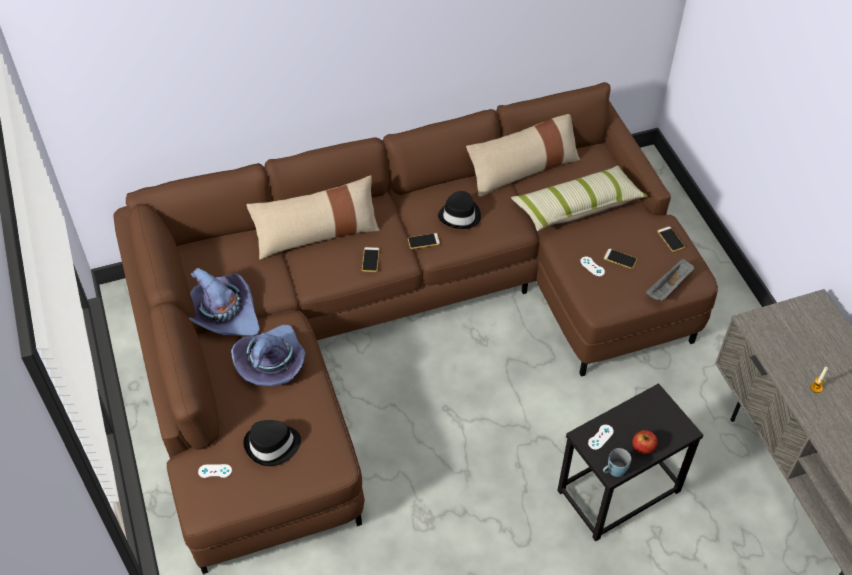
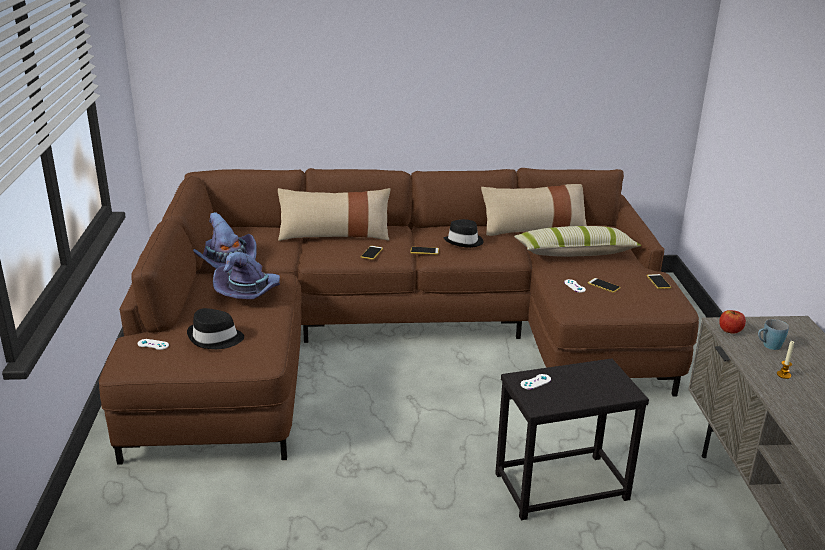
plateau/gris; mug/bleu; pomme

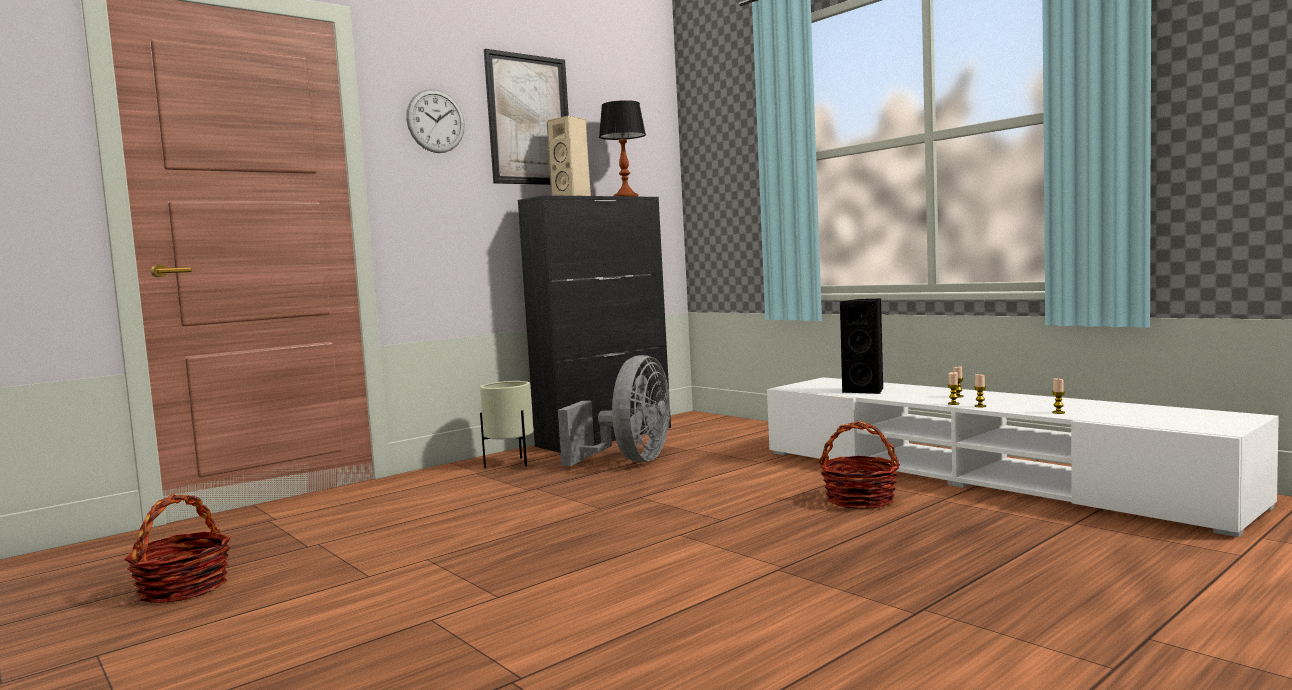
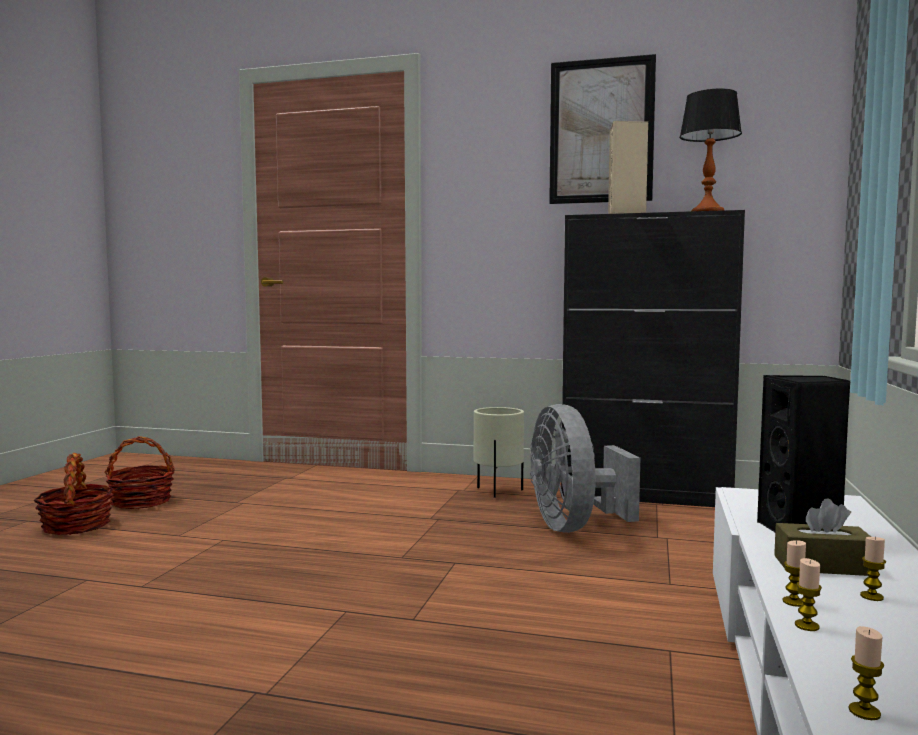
horloge murale; boîte à mouchoirs/marron; panier (no. 1 from left); ventilateur/gris

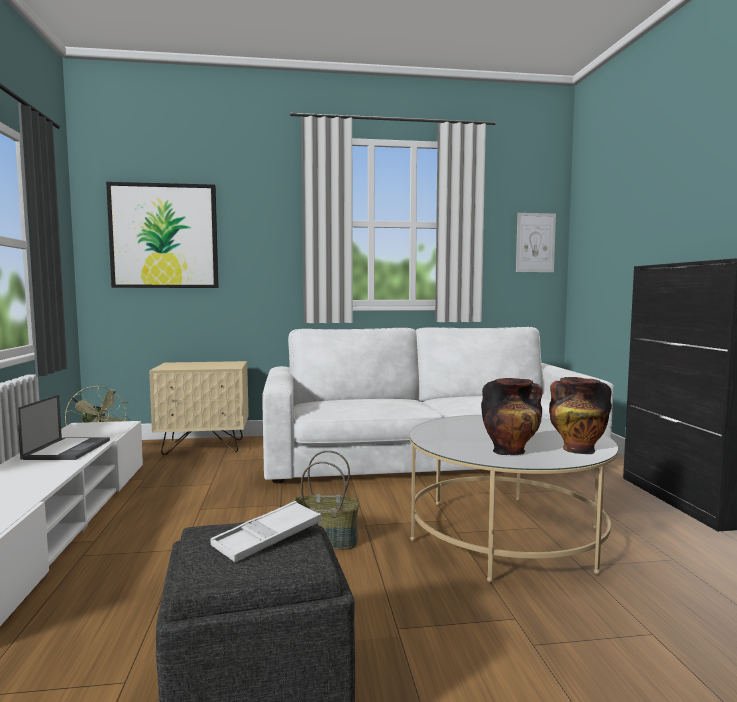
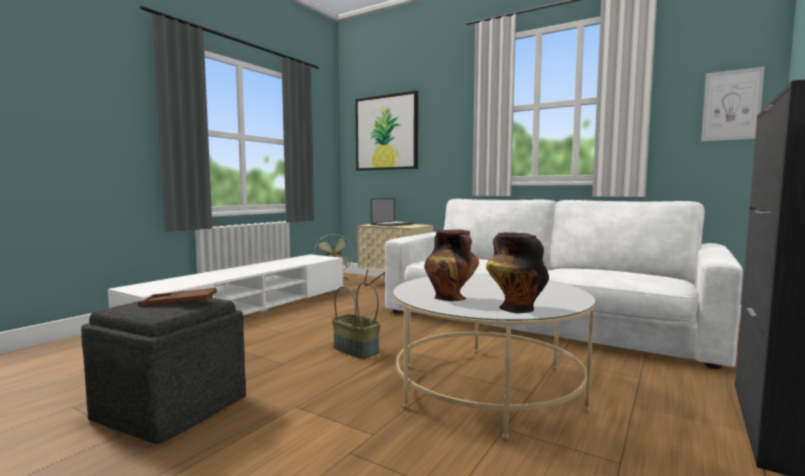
ordinateur portable; plateau/marron

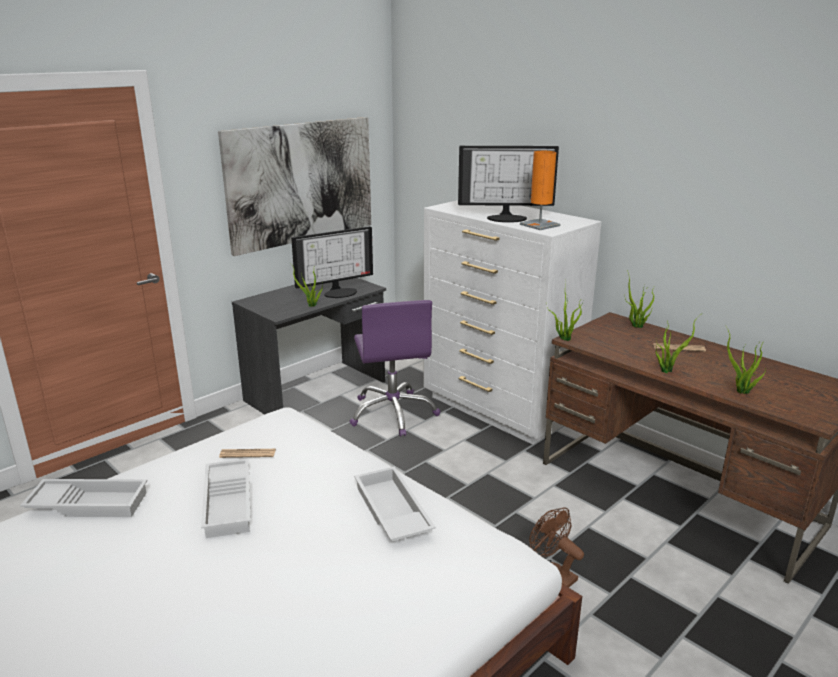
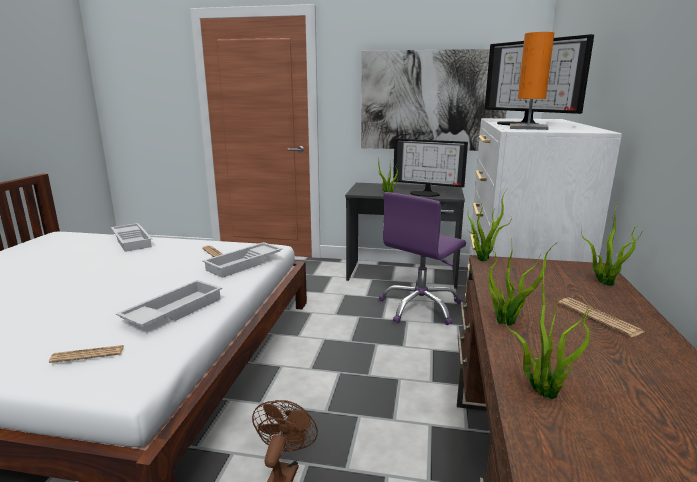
journal (no. 1 from left); plateau/blanc (no. 3 from left)

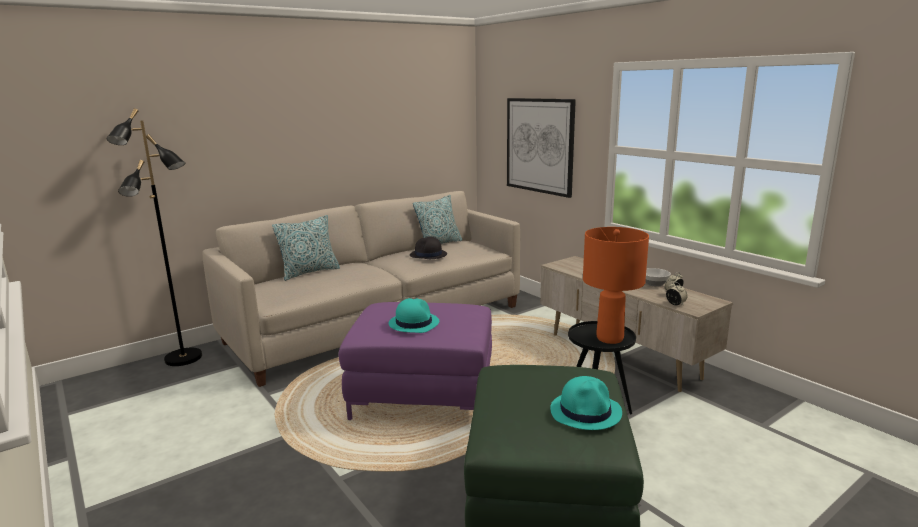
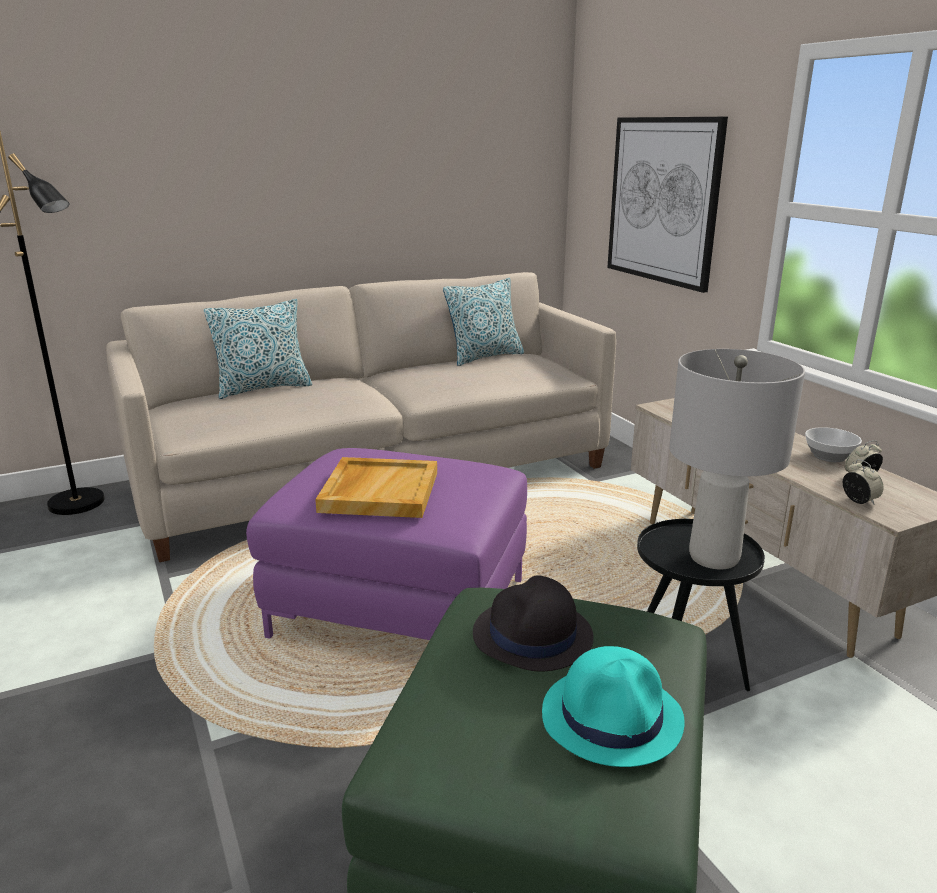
chapeau/noir; plateau/beige; lampe de table/gris

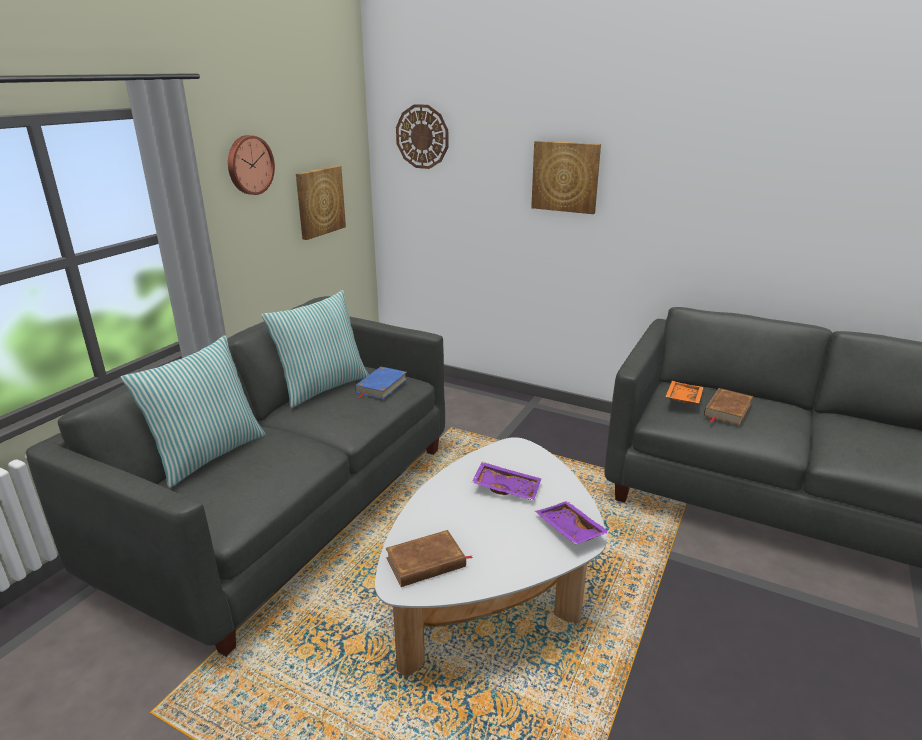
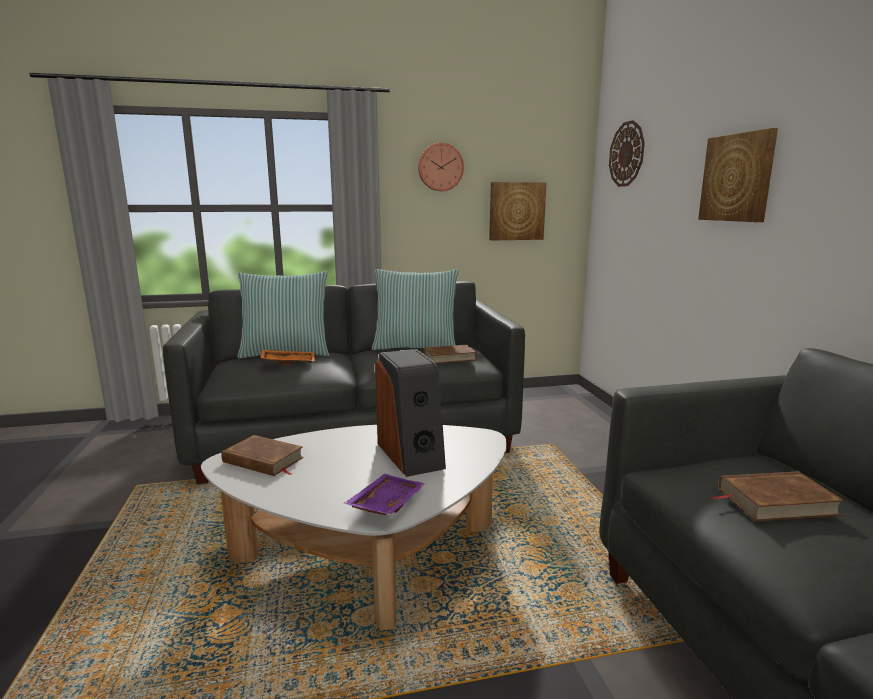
plateau/orange; enceinte; livre/marron (no. 2 from left)

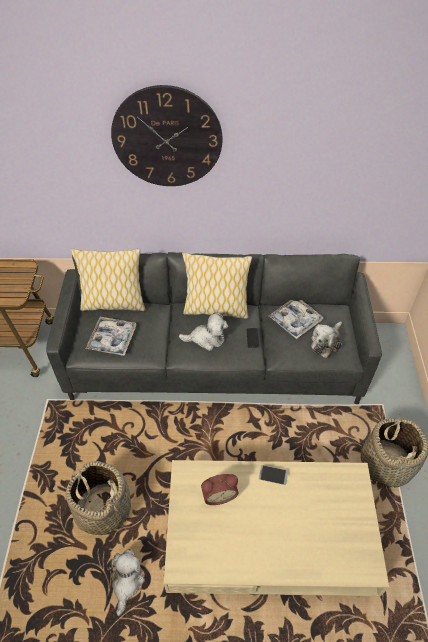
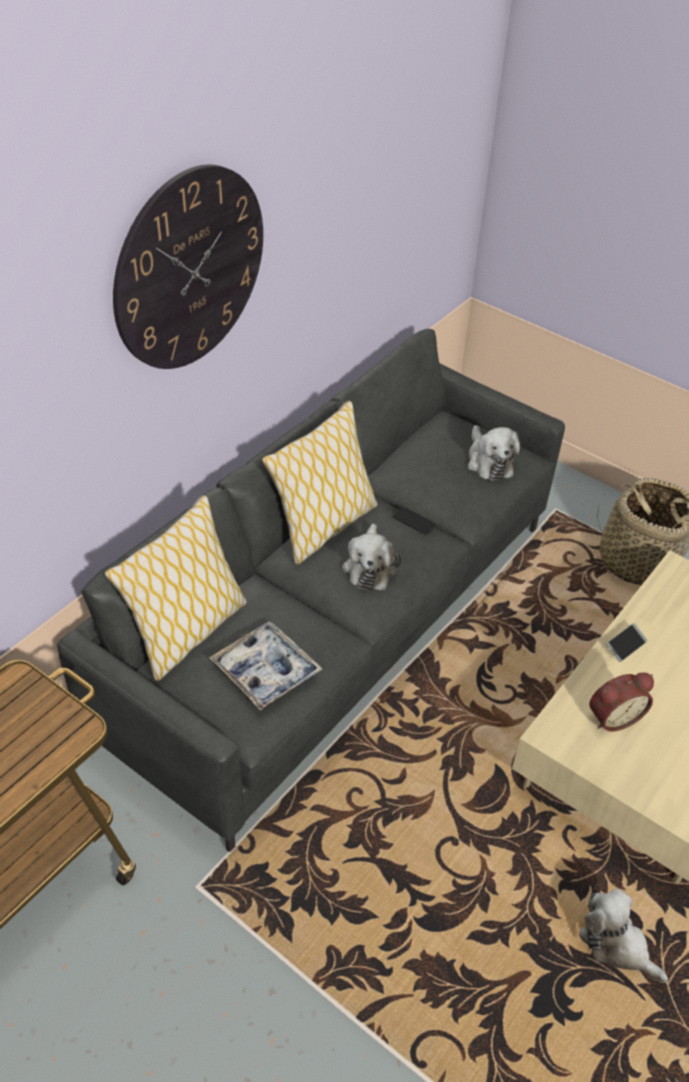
panier (no. 1 from left in the first image); plateau (no. 2 from left in the first image); peluche (no. 1 from left); réveil

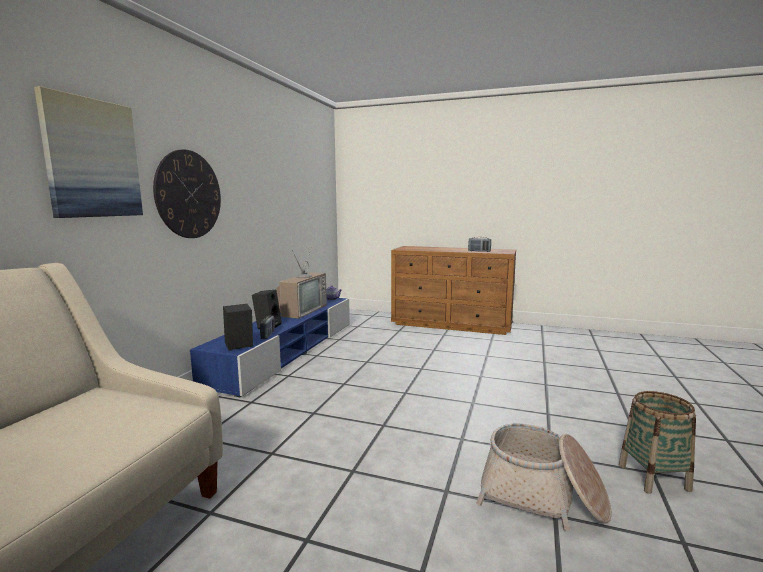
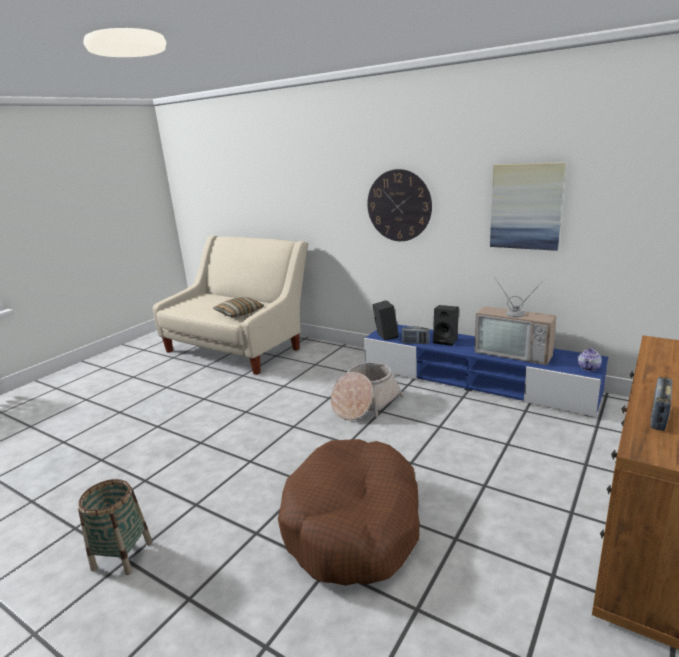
coussin; panier pour chien/marron; tableau; panier (no. 2 from left)

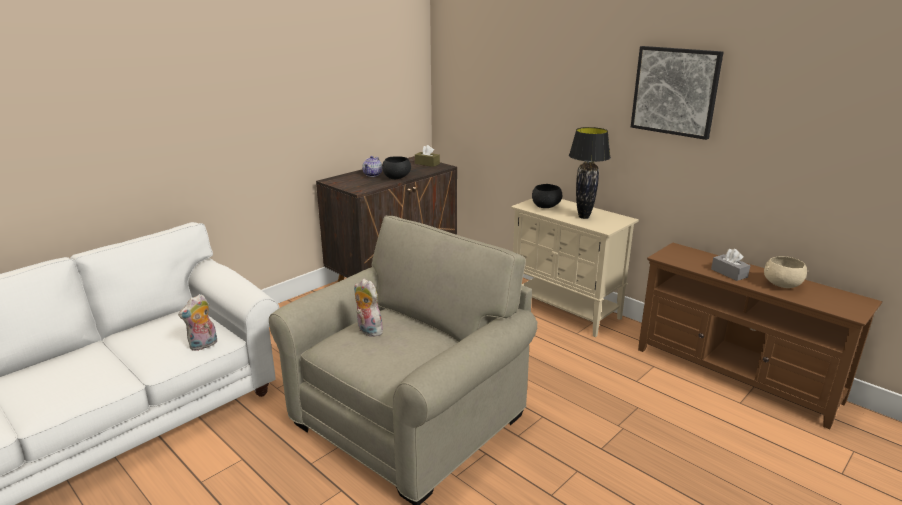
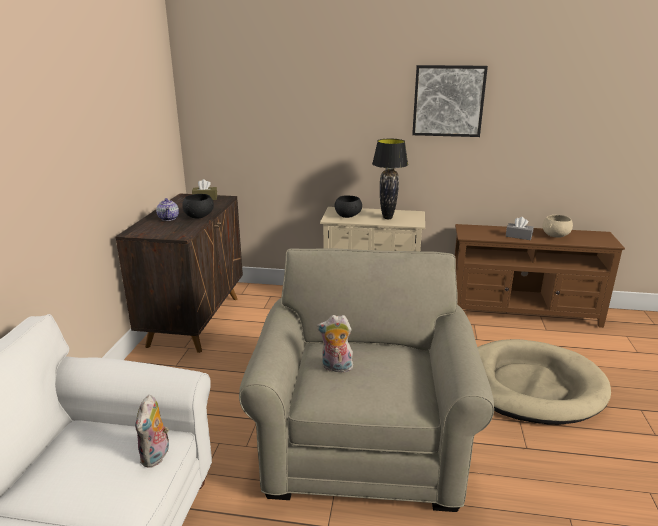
panier pour chien/beige

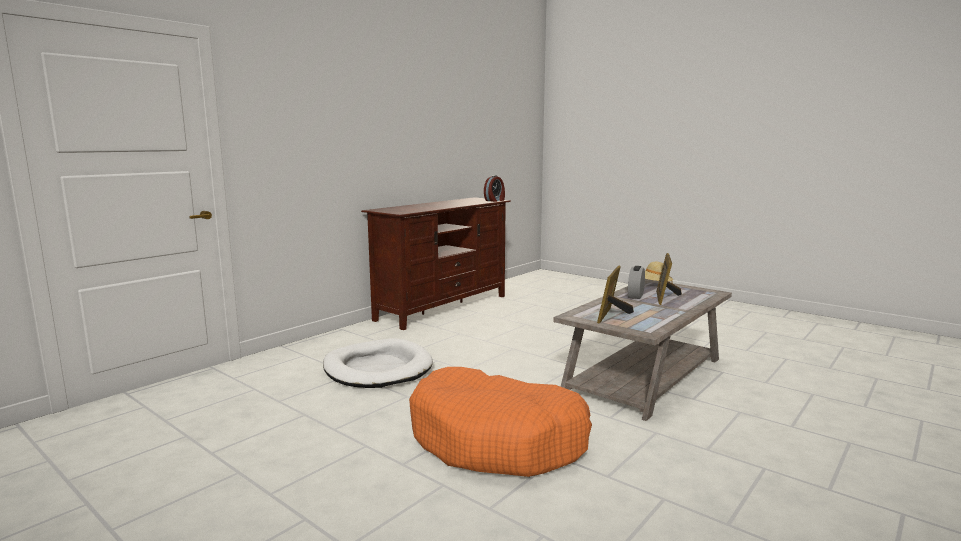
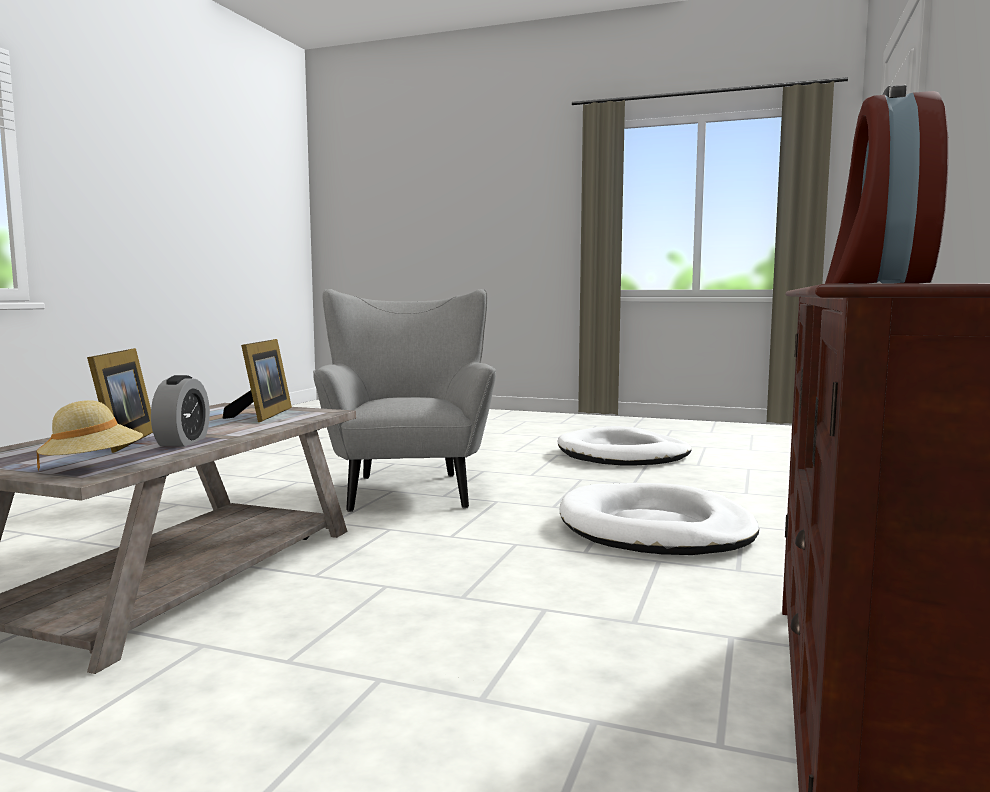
panier pour chien/blanc (no. 1 from left); fauteuil/gris

